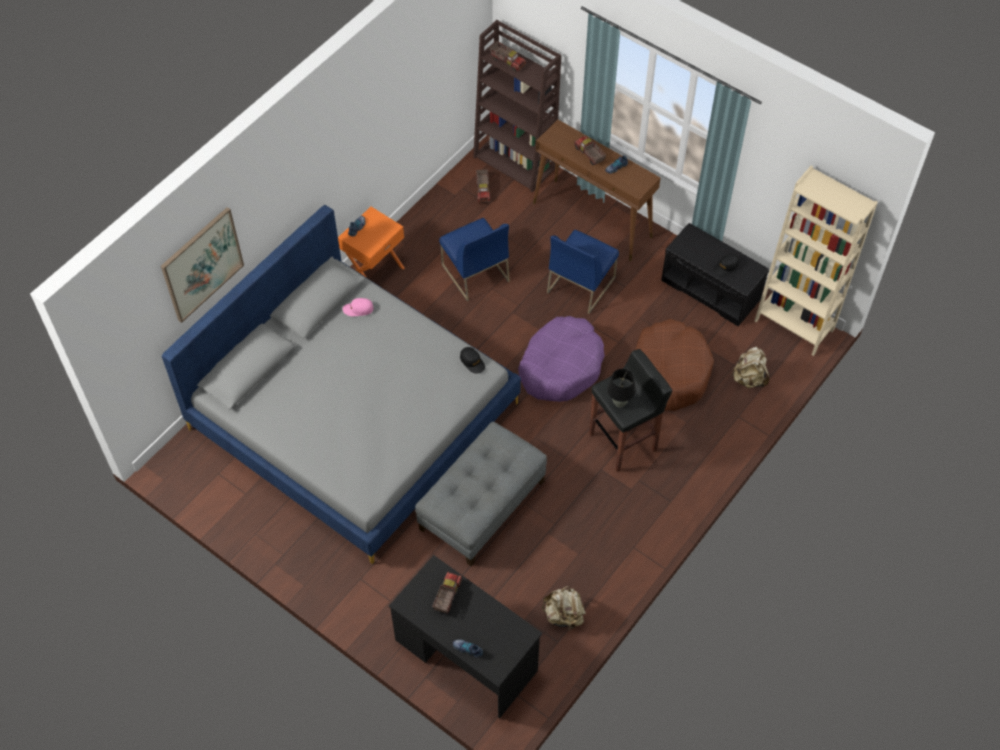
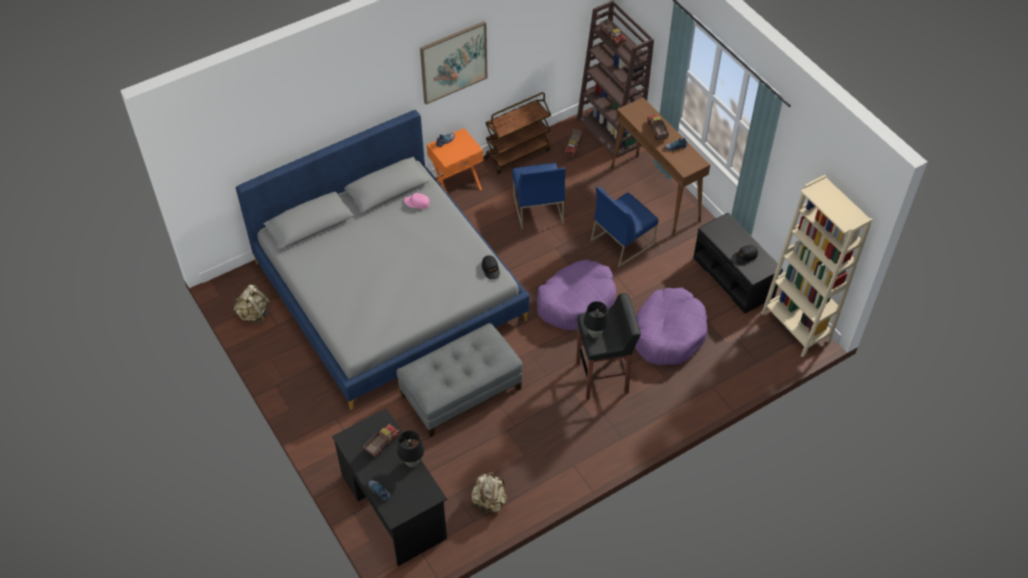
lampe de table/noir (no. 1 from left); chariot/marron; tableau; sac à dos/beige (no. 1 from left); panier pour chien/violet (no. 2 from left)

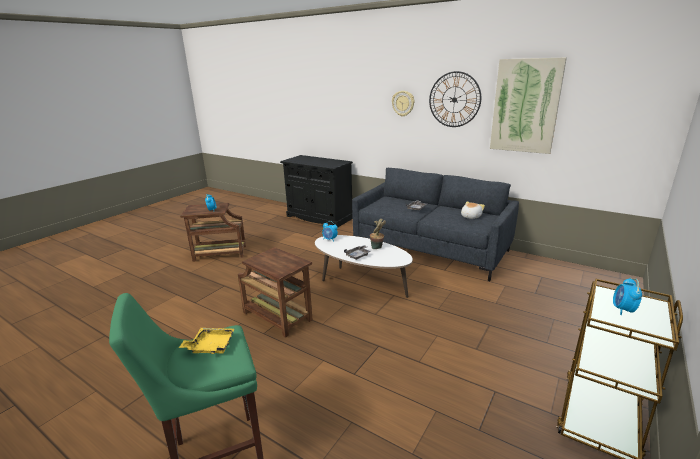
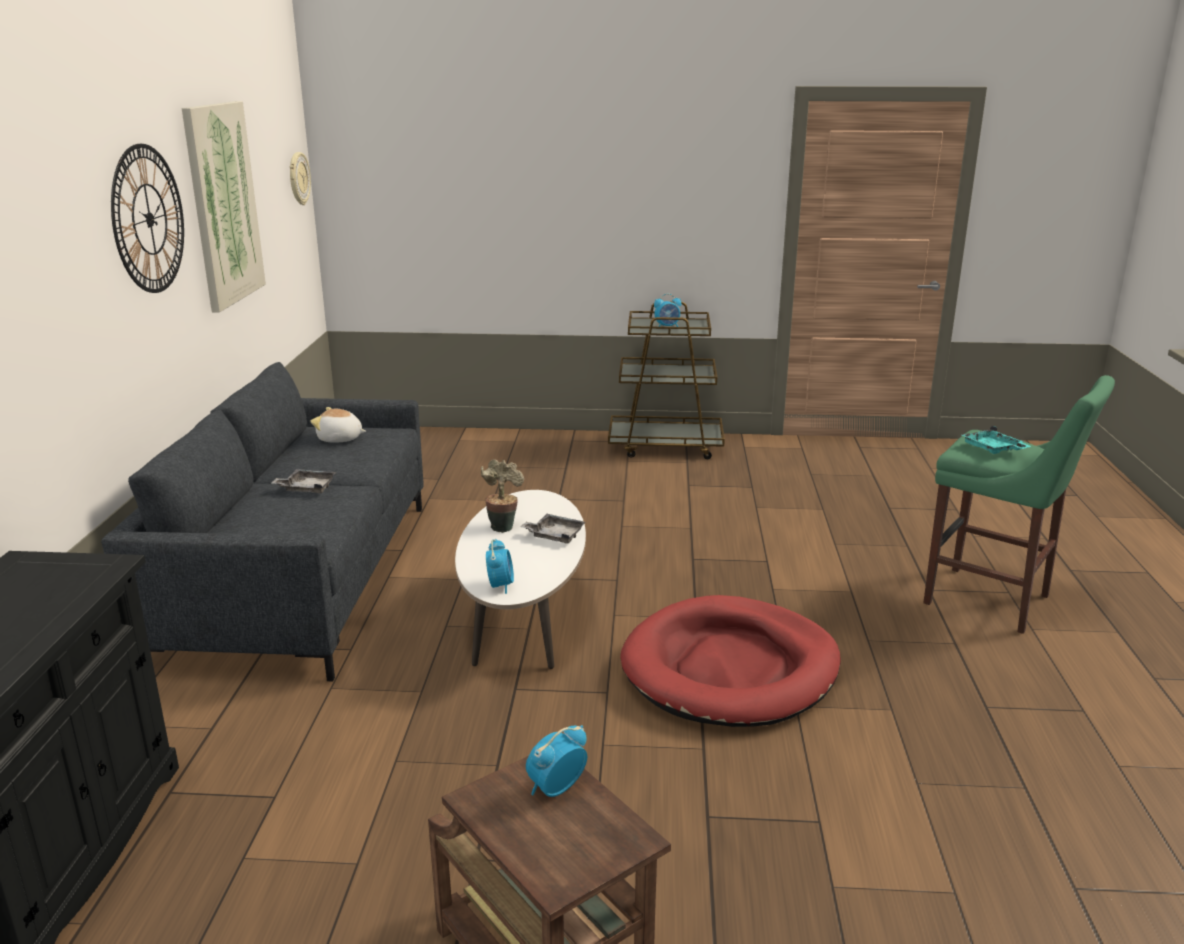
horloge murale (no. 2 from left); panier pour chien/rouge; plateau/turquoise

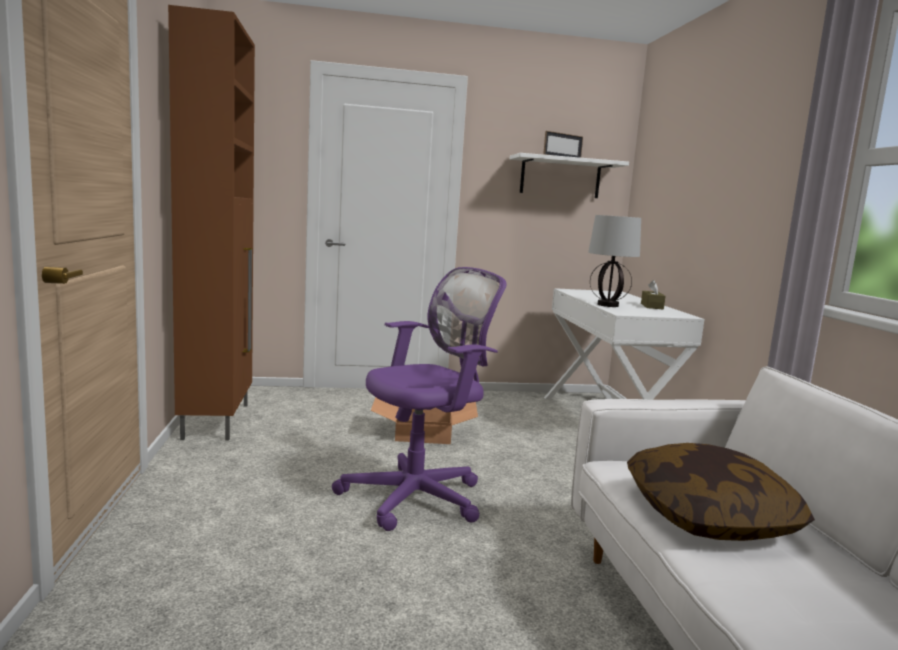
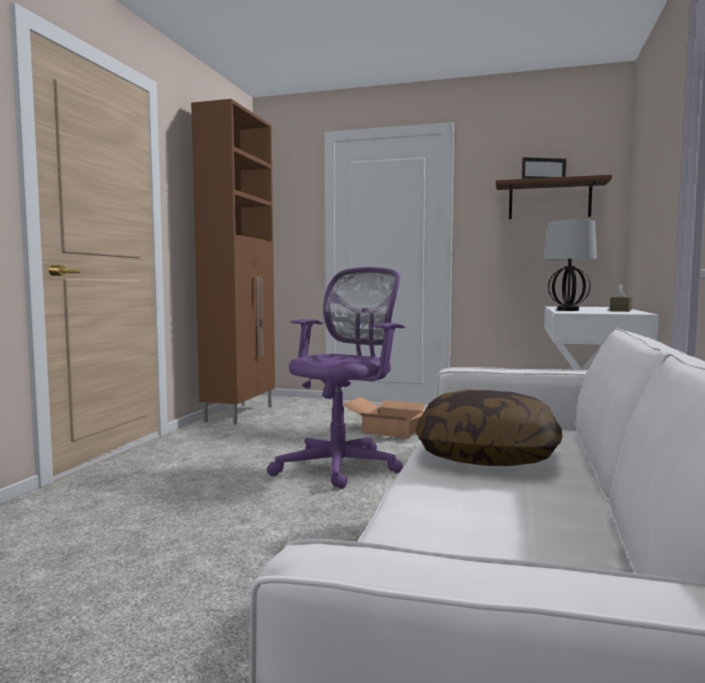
étagère/marron; chaise de bureau/violet

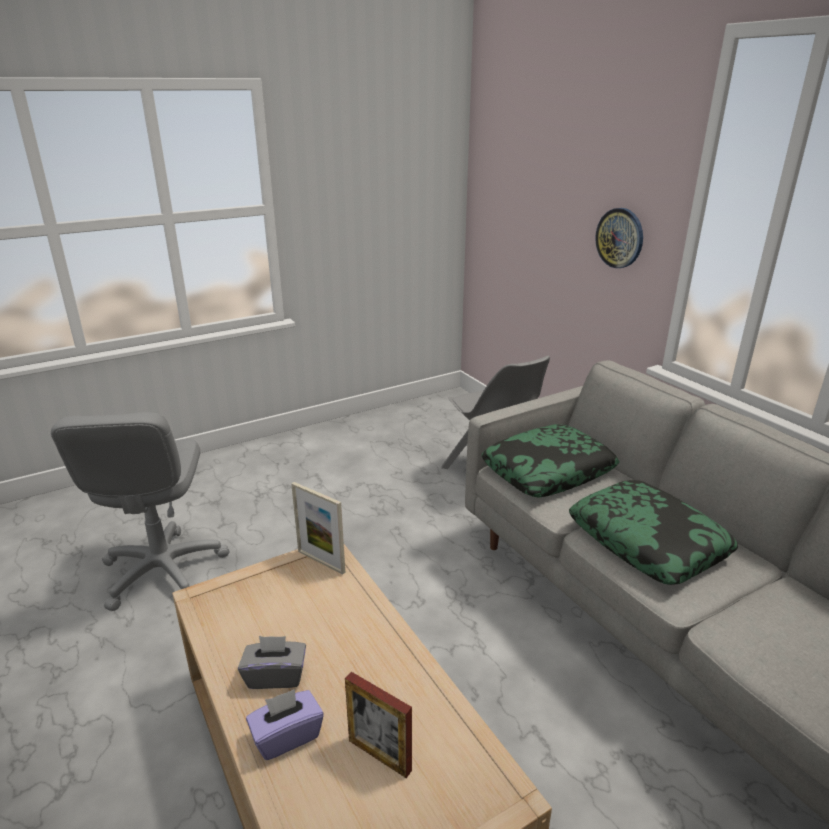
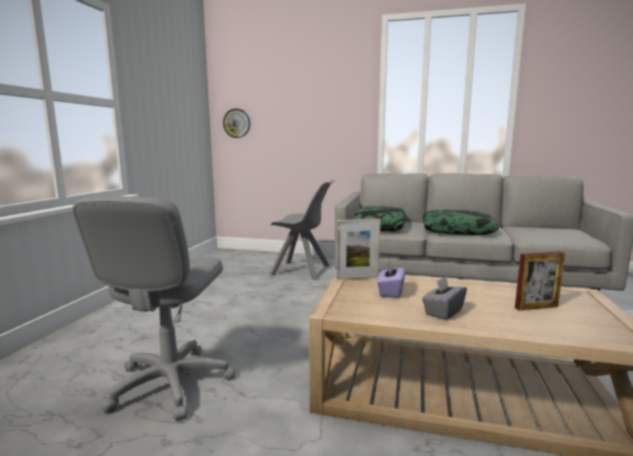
boîte à mouchoirs/violet; horloge murale; chaise de bureau/gris

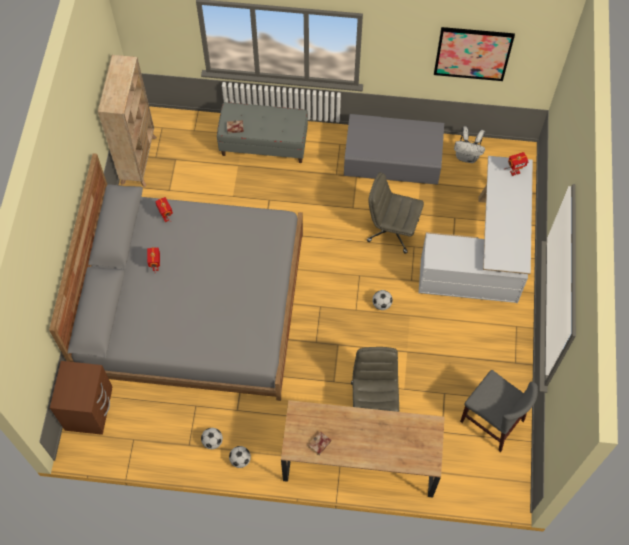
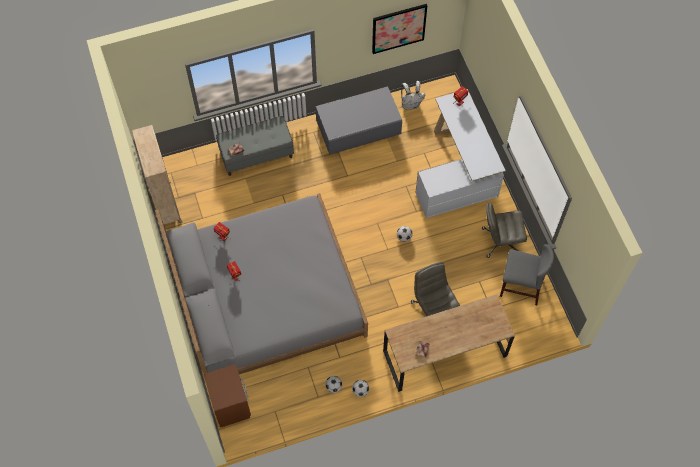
chaise de bureau/gris (no. 2 from left)

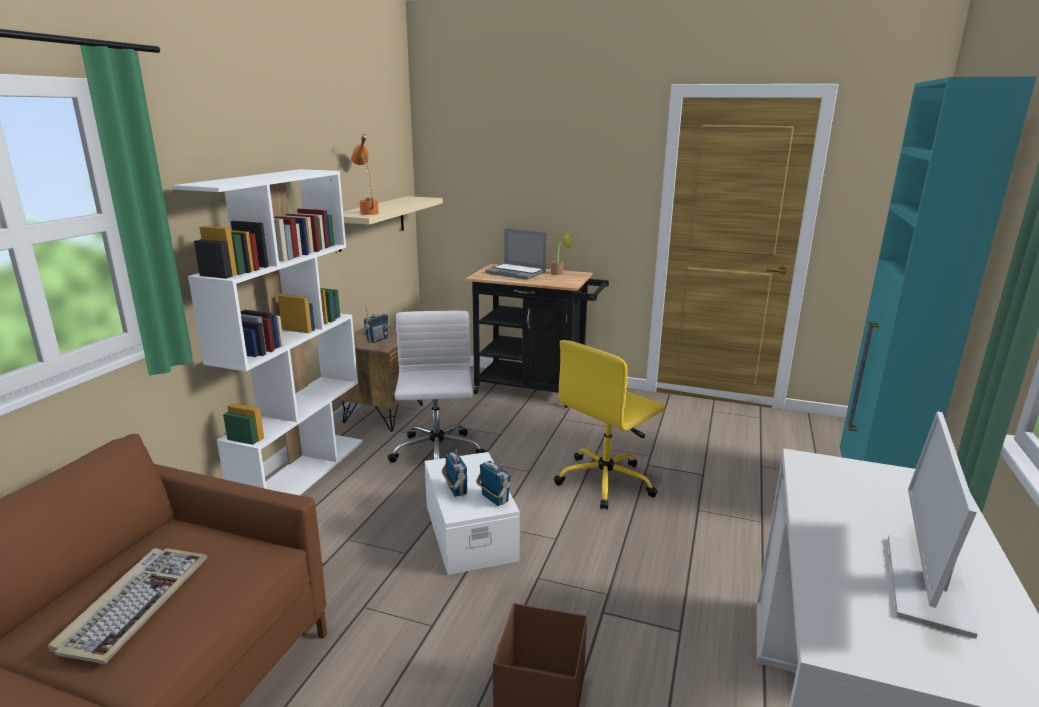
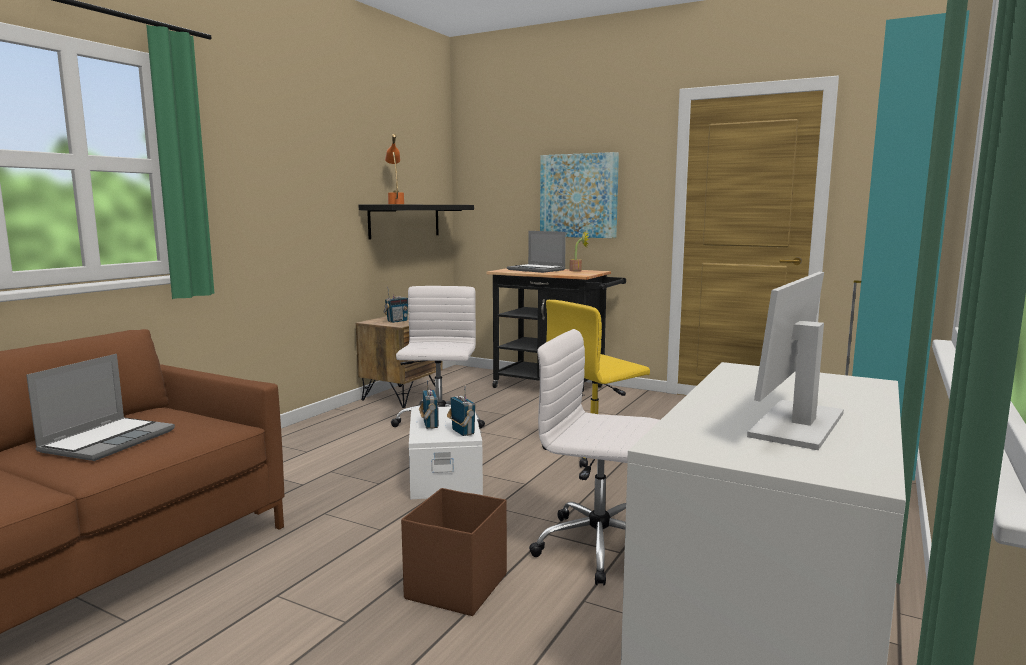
bibliothèque/blanc; chaise de bureau/blanc (no. 2 from left); tableau; ordinateur portable (no. 1 from left); étagère/noir

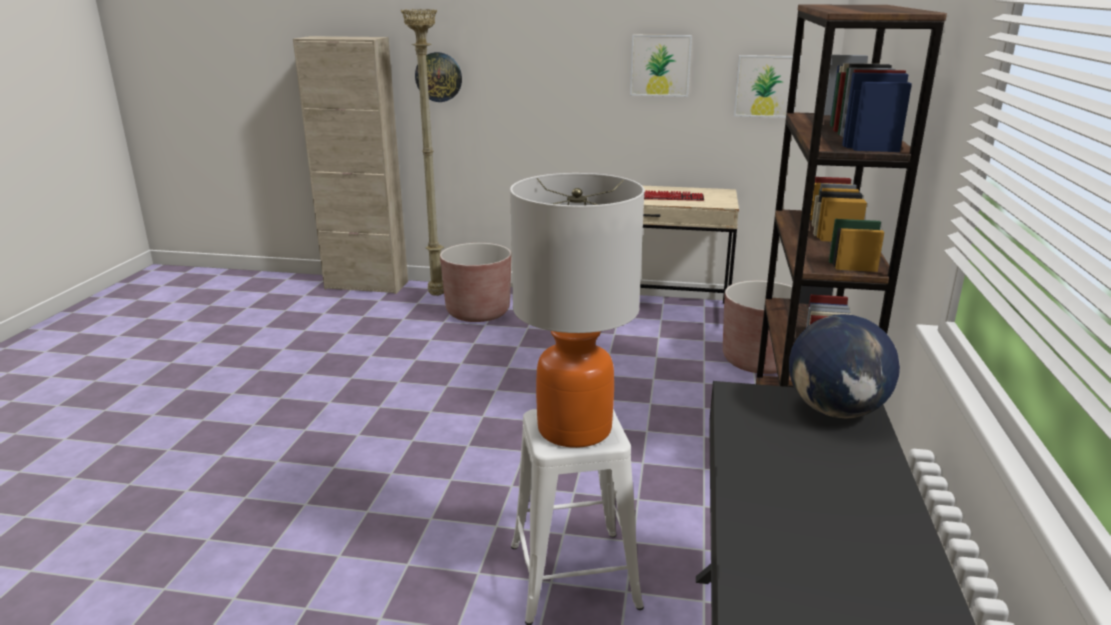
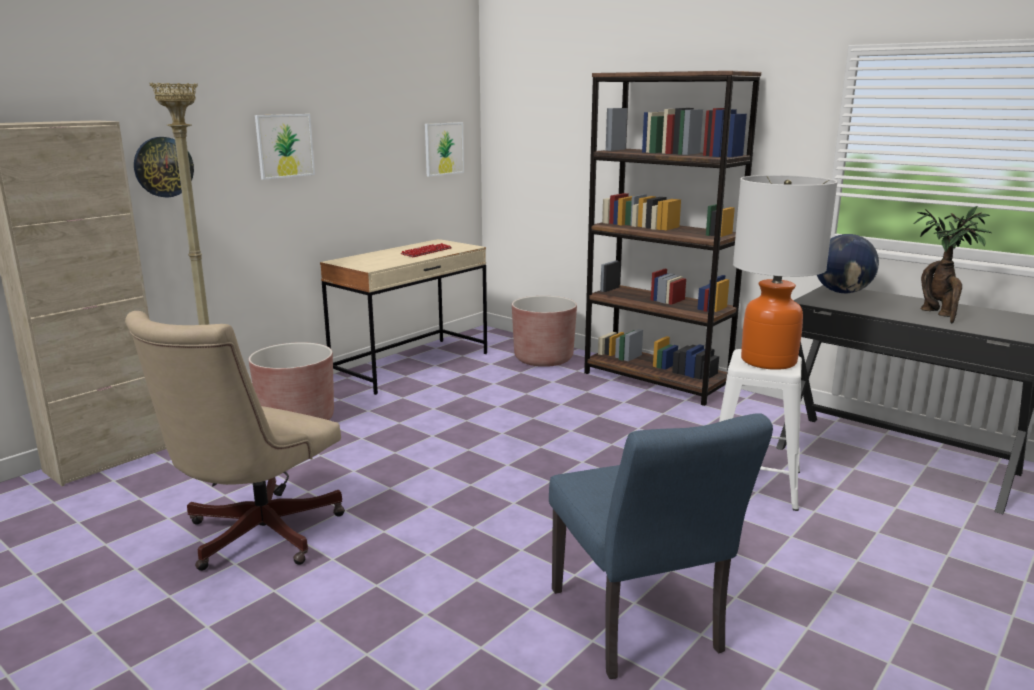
chaise de bureau/beige; chaise/bleu; plante en pot; tableau (no. 1 from left)

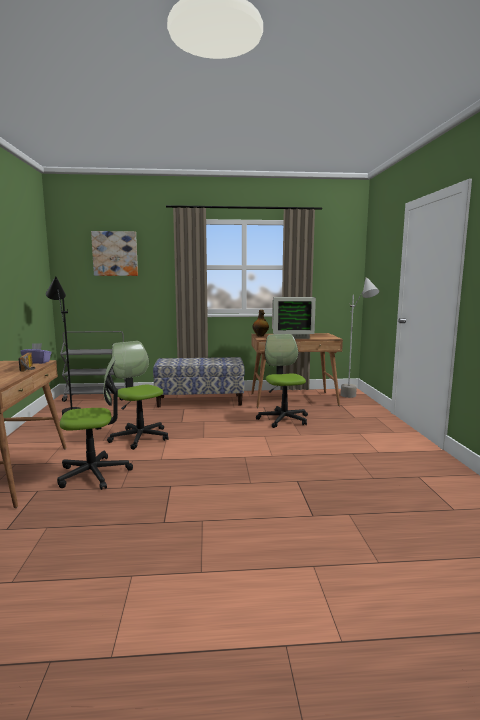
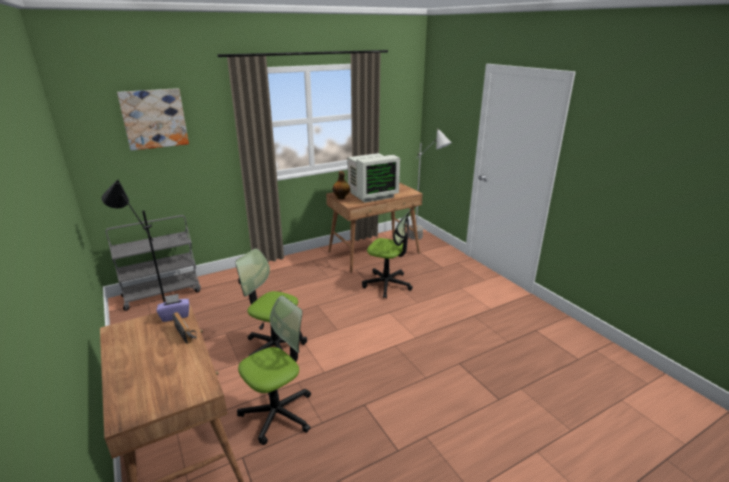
banc; chaise de bureau (no. 3 from left)

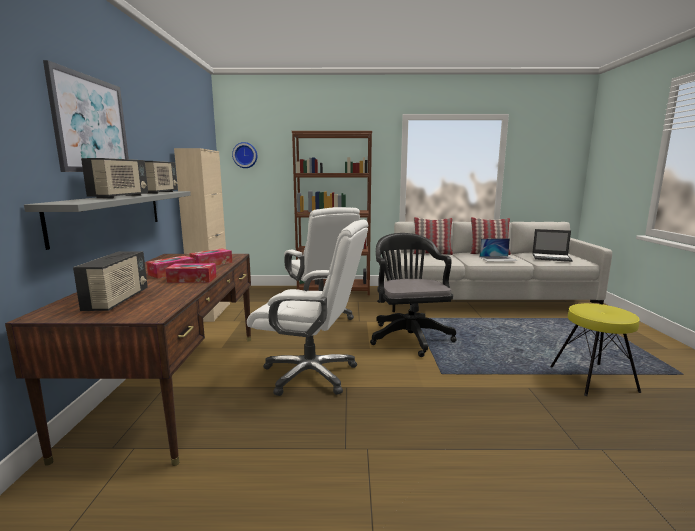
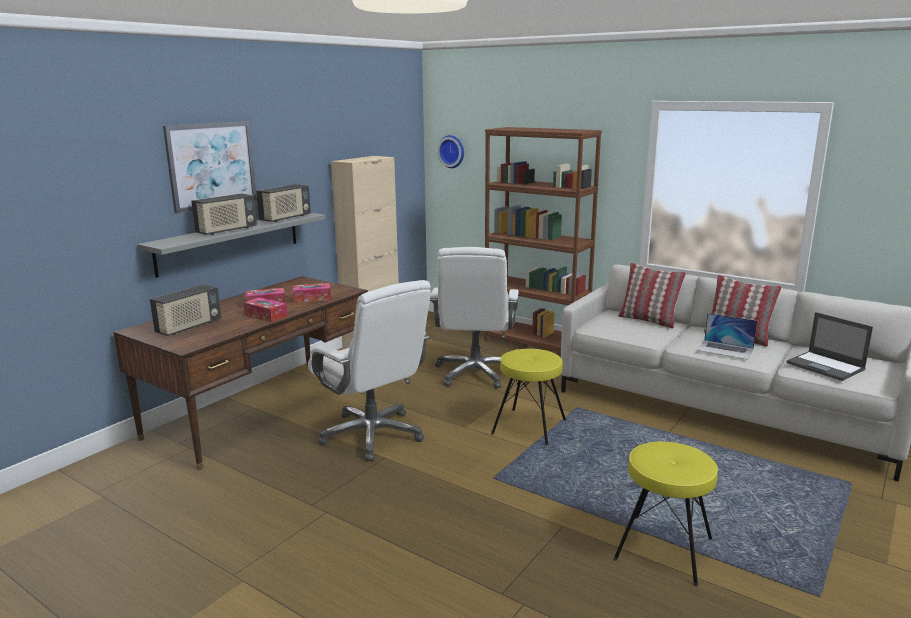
tabouret/jaune (no. 1 from left)

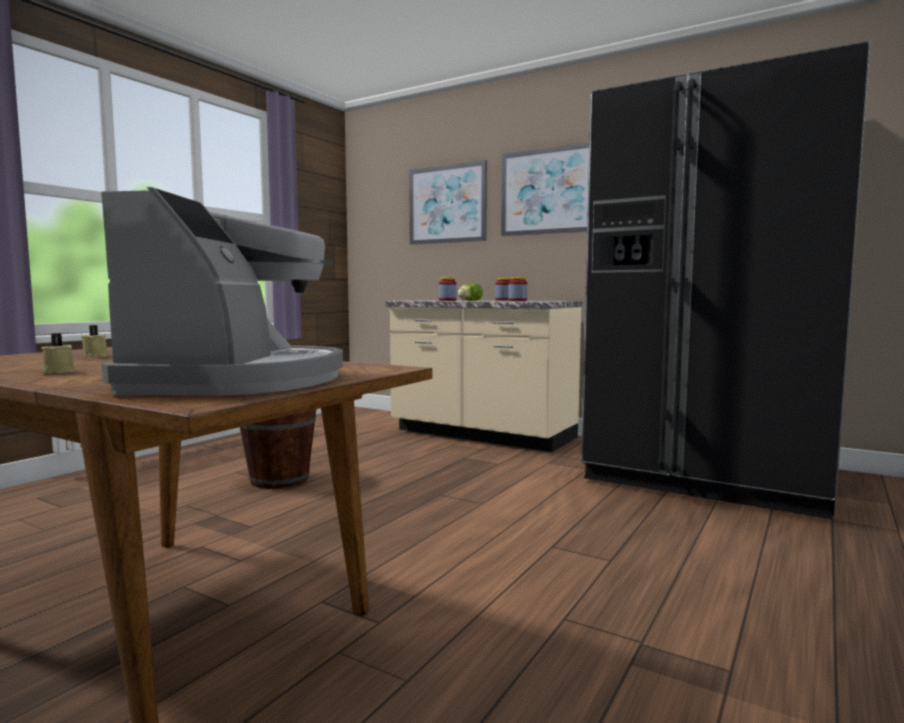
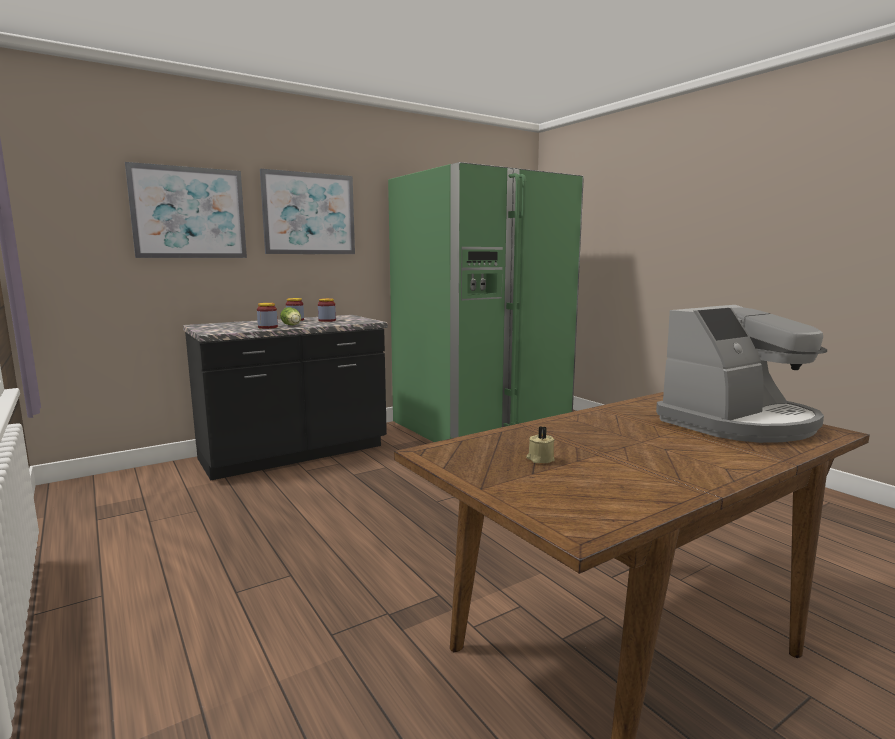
bougie/beige (no. 1 from left in the first image); seau/marron; comptoir de cuisine/noir; réfrigérateur/vert; machine à café

